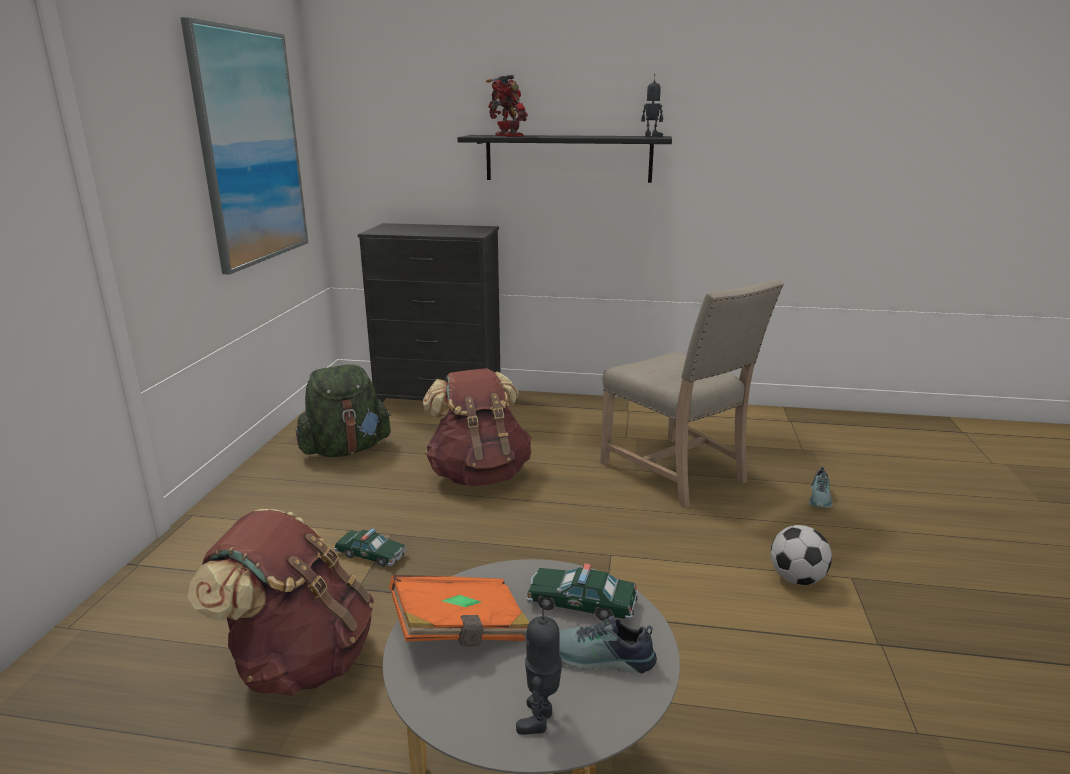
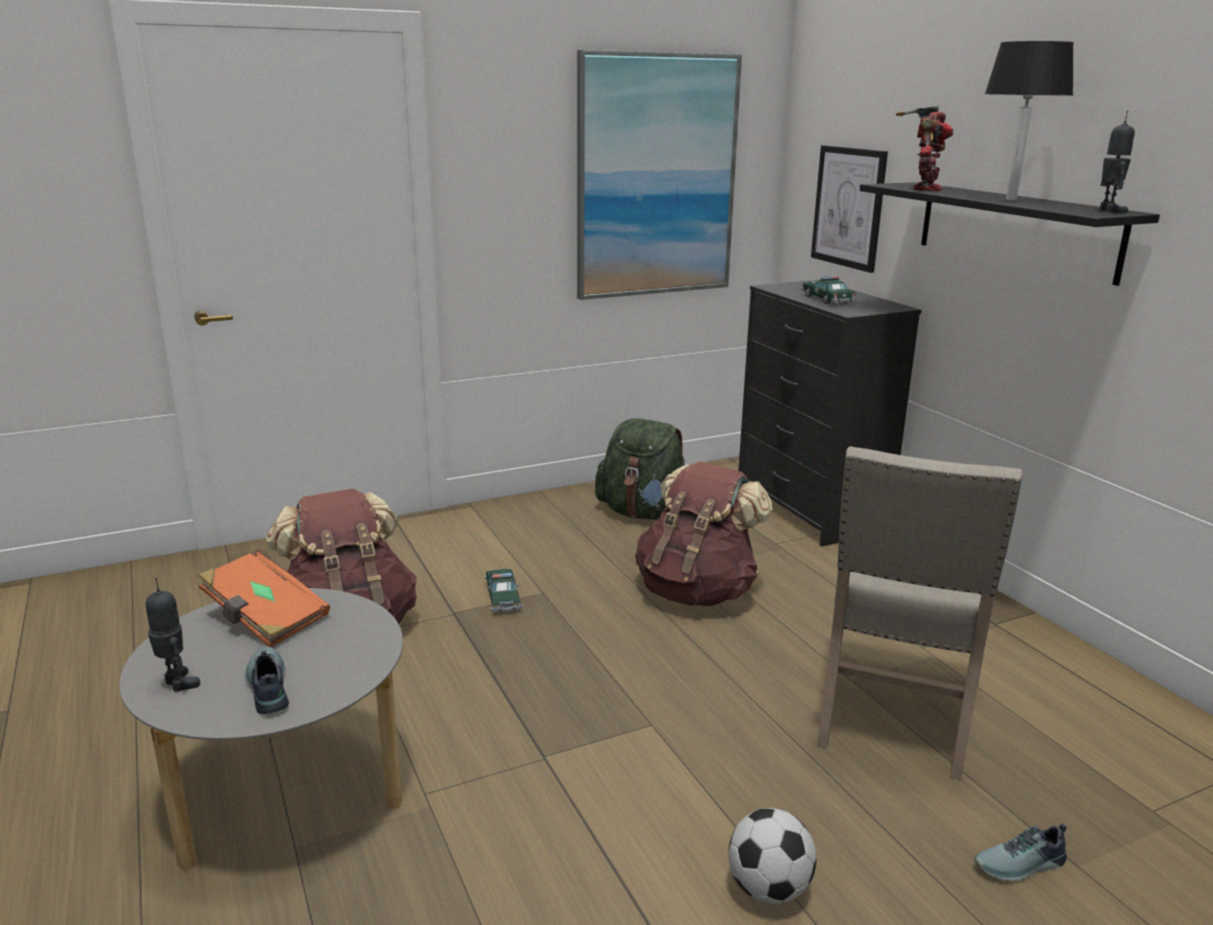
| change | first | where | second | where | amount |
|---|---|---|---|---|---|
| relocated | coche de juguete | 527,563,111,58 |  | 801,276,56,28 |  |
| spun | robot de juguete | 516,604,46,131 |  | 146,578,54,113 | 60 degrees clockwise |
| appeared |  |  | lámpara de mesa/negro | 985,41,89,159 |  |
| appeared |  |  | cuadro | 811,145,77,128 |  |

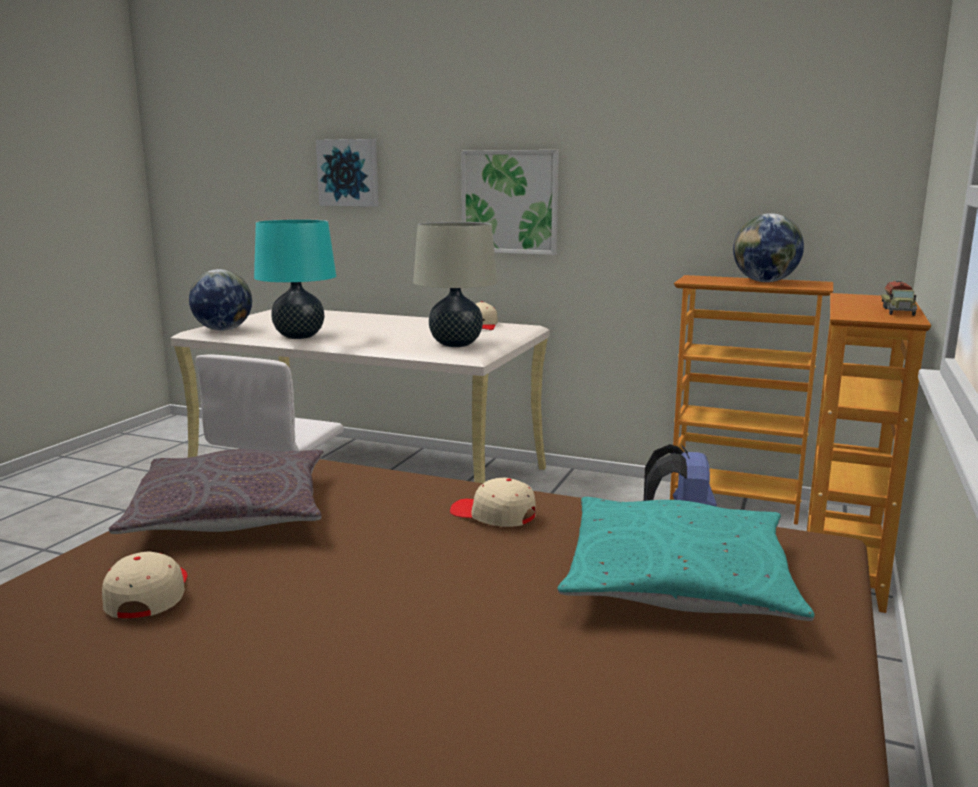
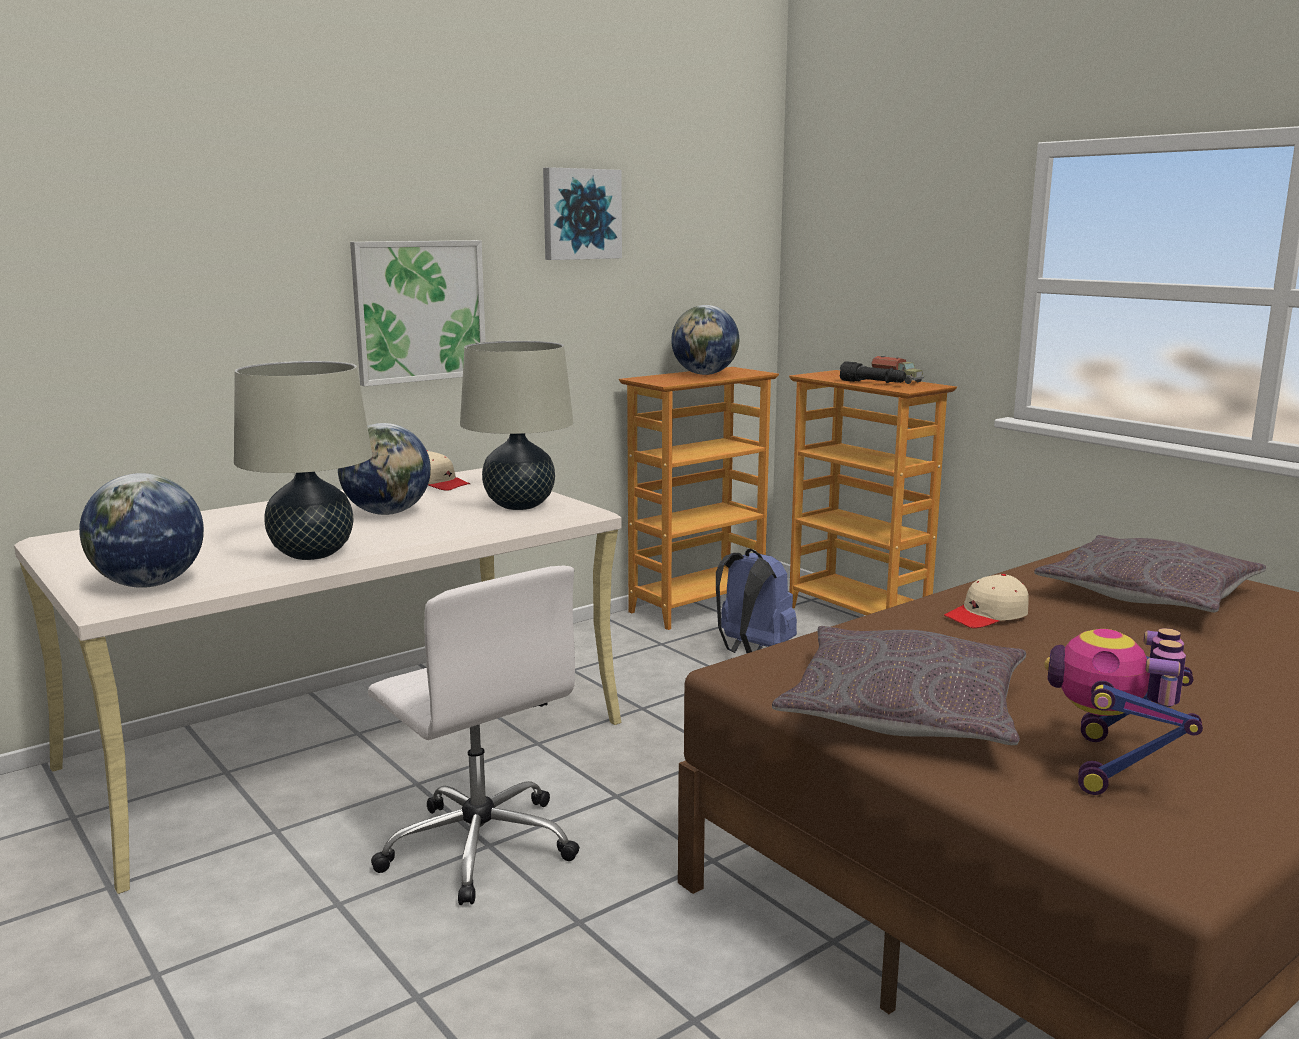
| change | first | where | second | where | amount |
|---|---|---|---|---|---|
| relocated | cuadro | 316,139,62,68 |  | 543,167,79,93 |  |
| colour | lámpara de mesa/turquesa | 254,219,82,120 | lámpara de mesa/beis | 234,361,138,199 |  |
| colour | cojín/turquesa | 558,497,256,124 | cojín/gris | 1034,535,232,77 |  |
| exchanged | gorra/beis | 102,552,85,66 | robot de juguete | 1044,628,159,167 |  |
| appeared |  |  | linterna/negro | 839,361,67,22 |  |
| appeared |  |  | globo terráqueo | 338,423,93,92 |  |

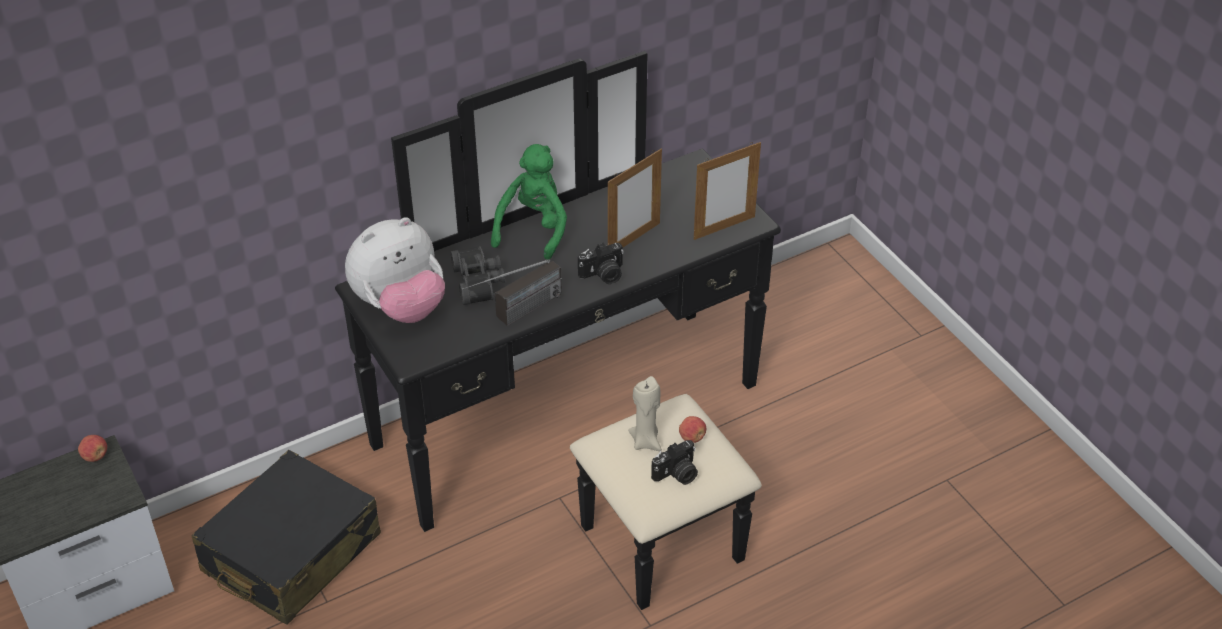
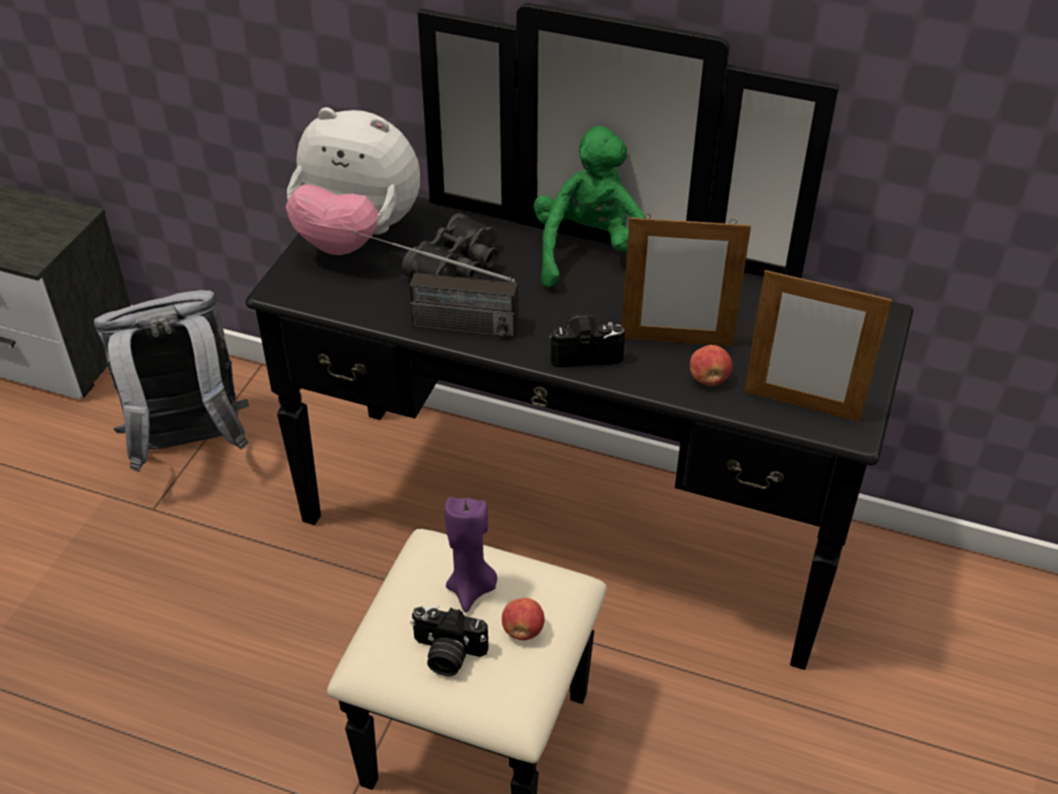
| change | first | where | second | where | amount |
|---|---|---|---|---|---|
| spun | peluche/verde | 491,144,76,116 |  | 534,126,112,162 | 60 degrees counterclockwise |
| spun | cámara | 578,243,46,41 |  | 550,313,75,54 | 150 degrees clockwise |
| colour | vela/beis | 628,376,34,75 | vela/morado | 444,497,53,115 |  |
| relocated | manzana | 78,435,29,27 |  | 690,345,42,41 |  |
| exchanged | maleta/negro | 191,450,190,175 | mochila/gris | 94,290,155,182 |  |

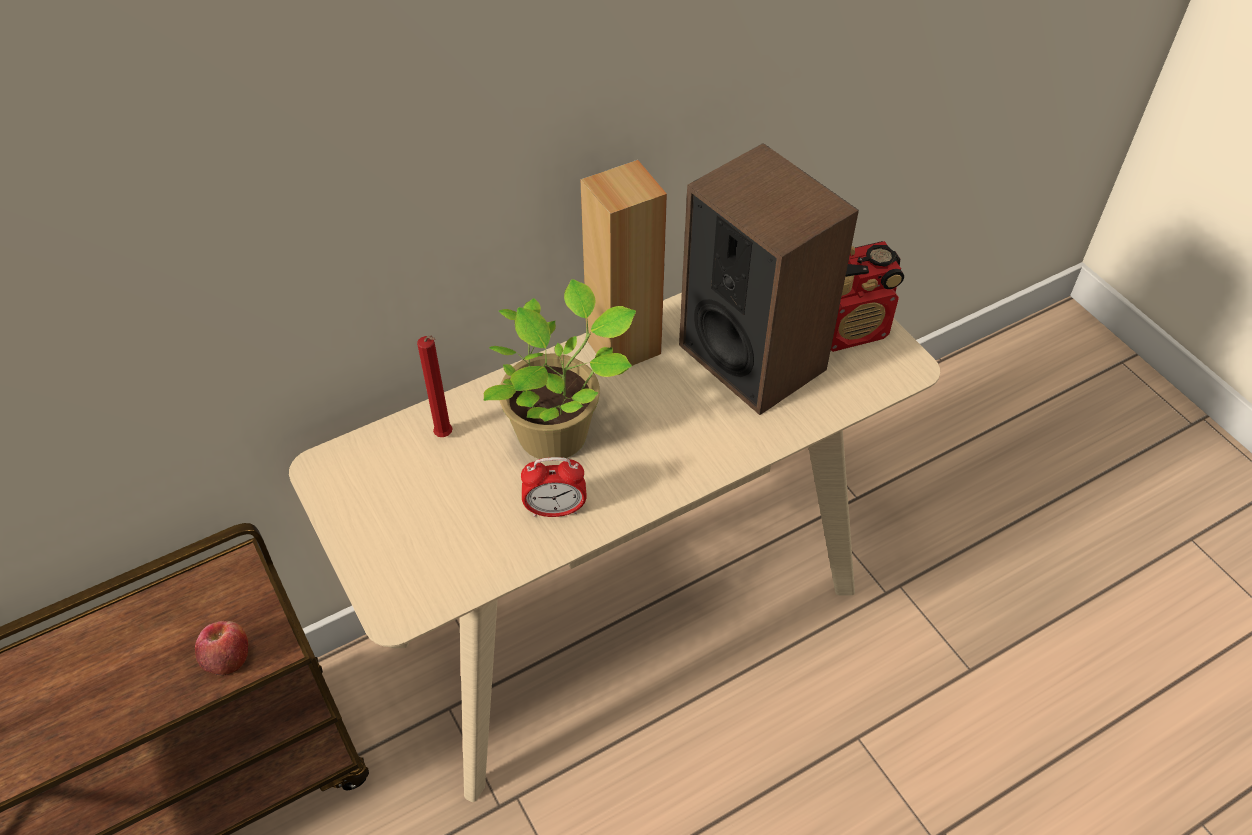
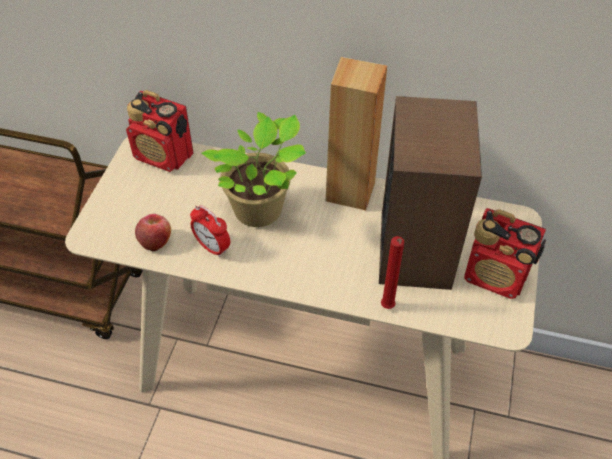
| change | first | where | second | where | amount |
|---|---|---|---|---|---|
| relocated | vela/rojo | 417,335,36,102 |  | 381,236,23,73 |  |
| relocated | manzana | 195,621,53,55 |  | 135,214,36,37 |  |
| appeared |  |  | radio | 126,90,67,82 |  |

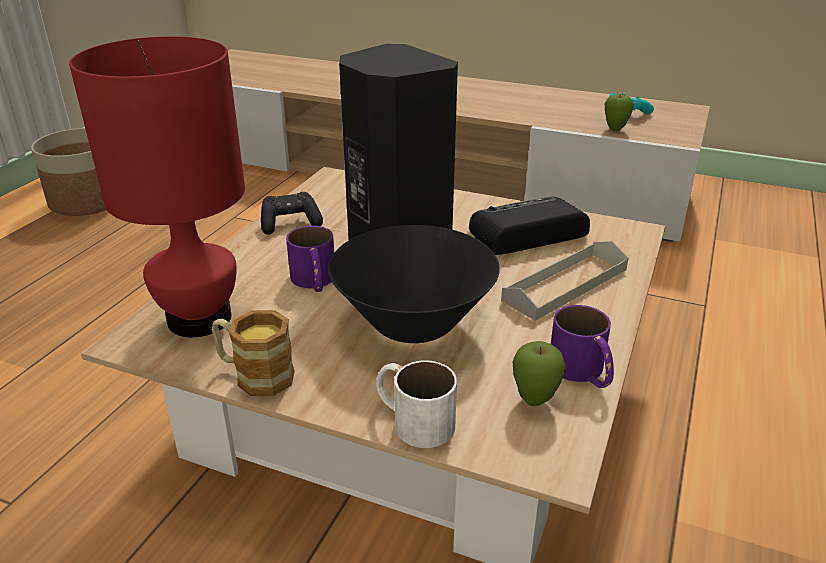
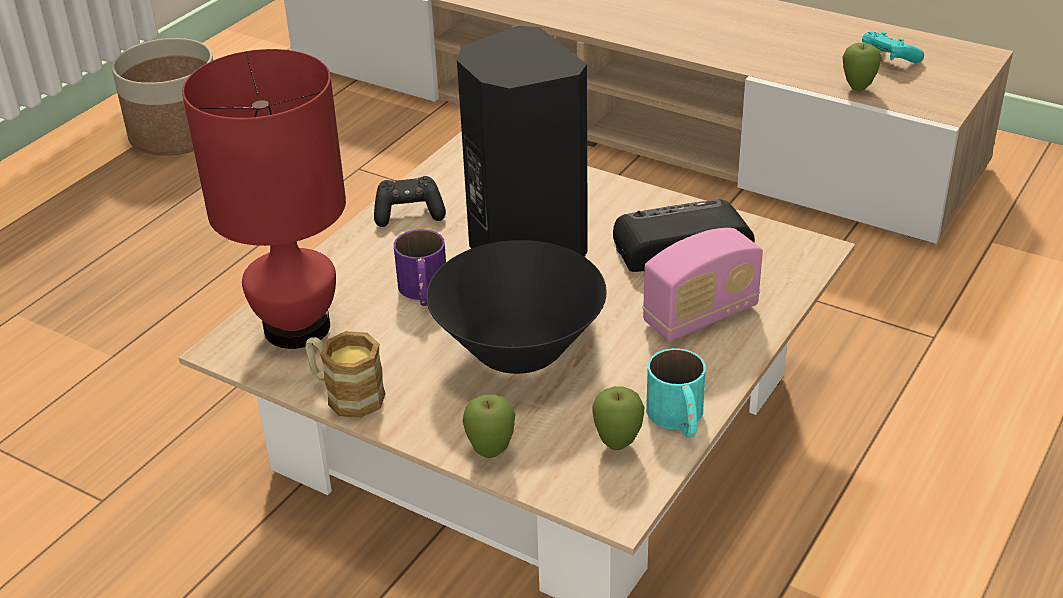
| change | first | where | second | where | amount |
|---|---|---|---|---|---|
| exchanged | bandeja/gris | 501,241,128,80 | radio | 642,228,121,113 |  |
| colour | taza grande/morado | 551,305,63,83 | taza grande/turquesa | 646,348,60,90 |  |
| exchanged | taza grande/blanco | 376,360,81,88 | manzana | 463,394,52,64 |  |

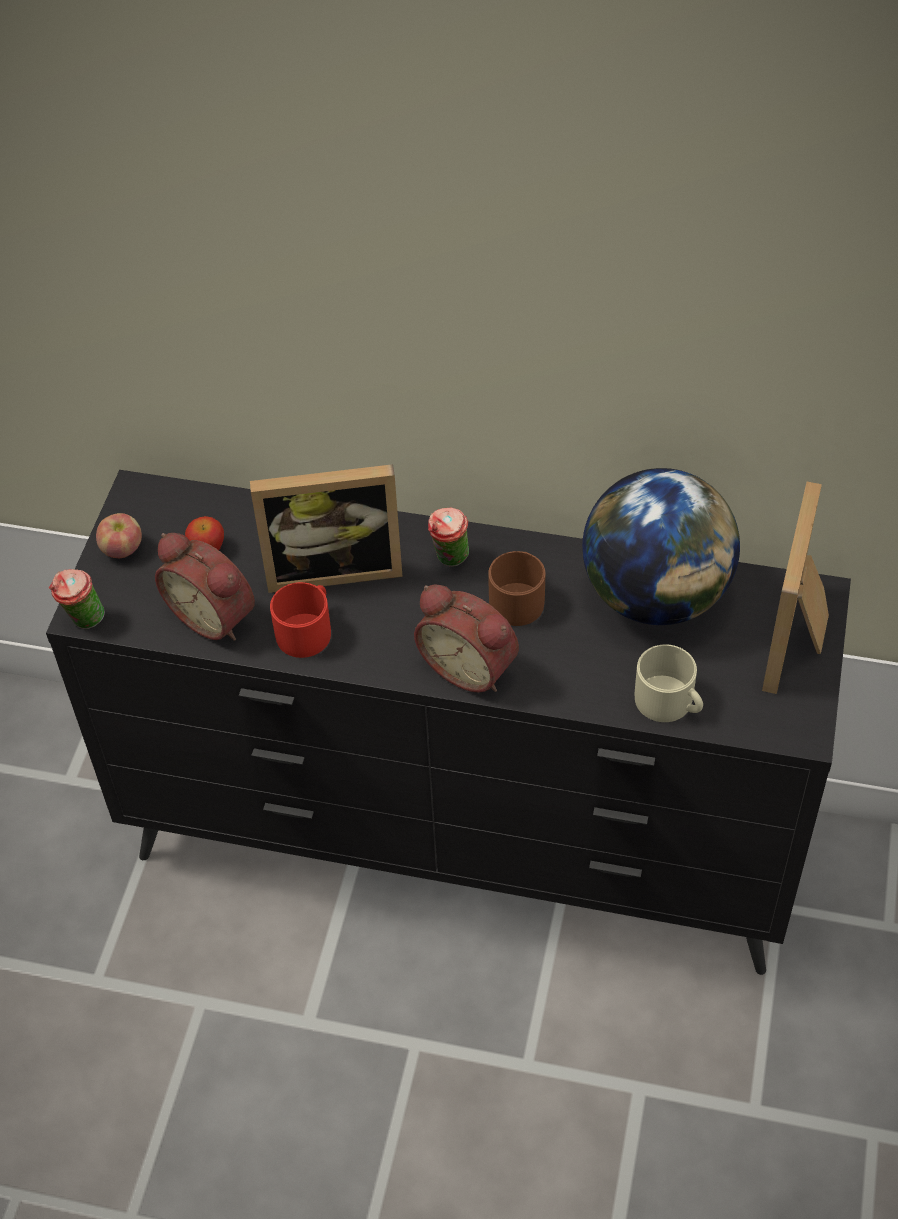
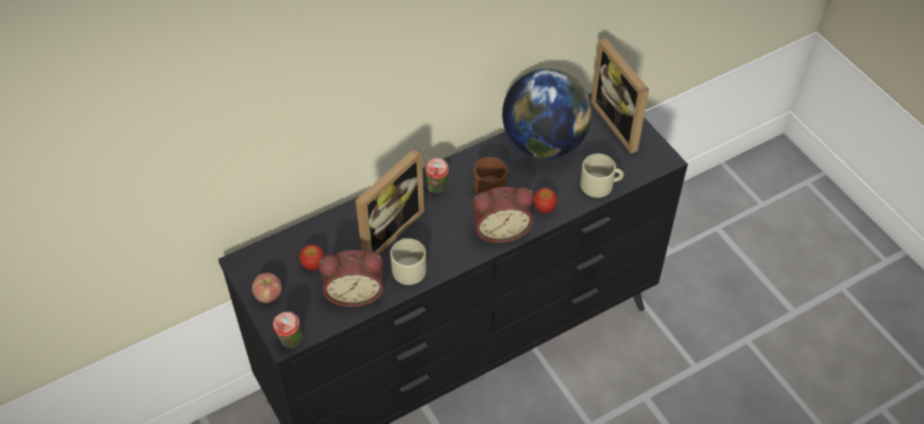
| change | first | where | second | where | amount |
|---|---|---|---|---|---|
| colour | taza grande/rojo | 270,582,61,76 | taza grande/beis | 390,238,37,47 |  |
| appeared |  |  | manzana | 533,188,24,25 |  |

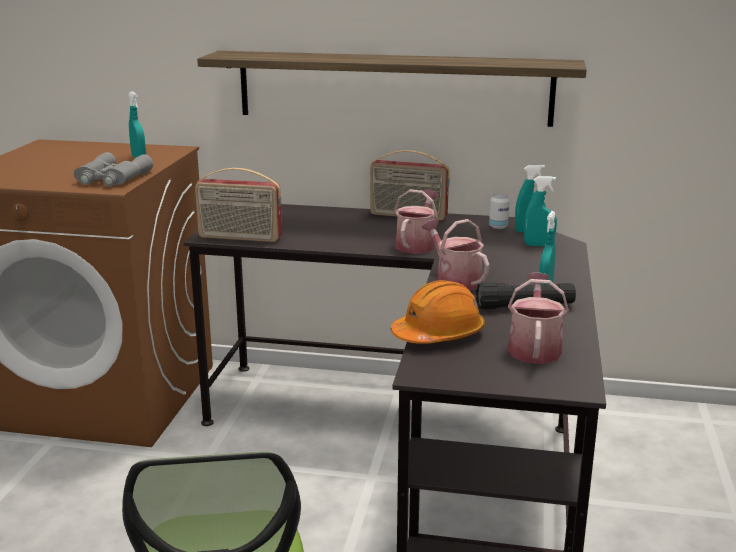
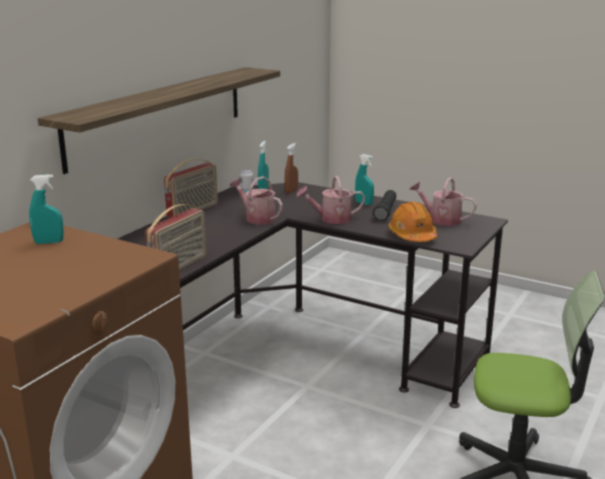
| change | first | where | second | where | amount |
|---|---|---|---|---|---|
| missing | prismáticos/gris | 74,152,79,35 |  |  |  |
| colour | pulverizador/turquesa | 524,176,33,71 | pulverizador/marrón | 285,143,13,51 |  |

